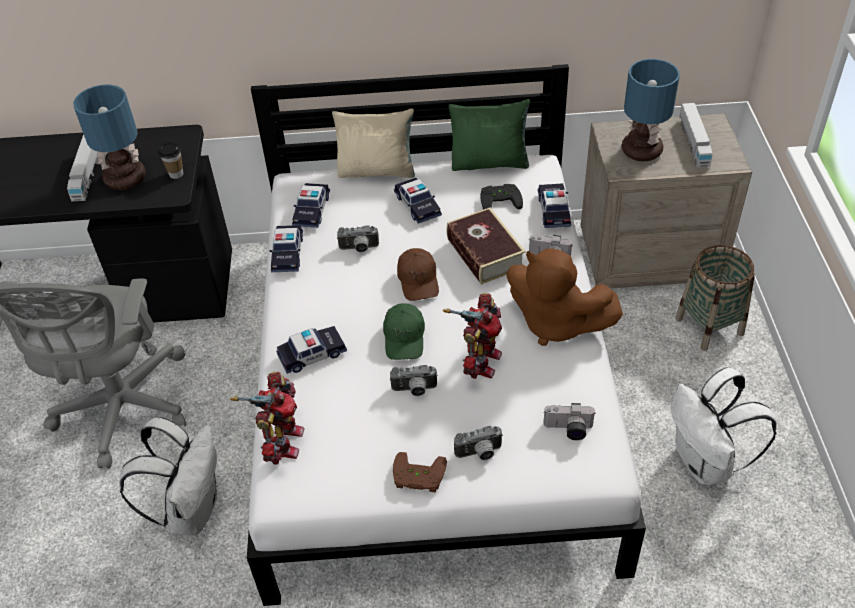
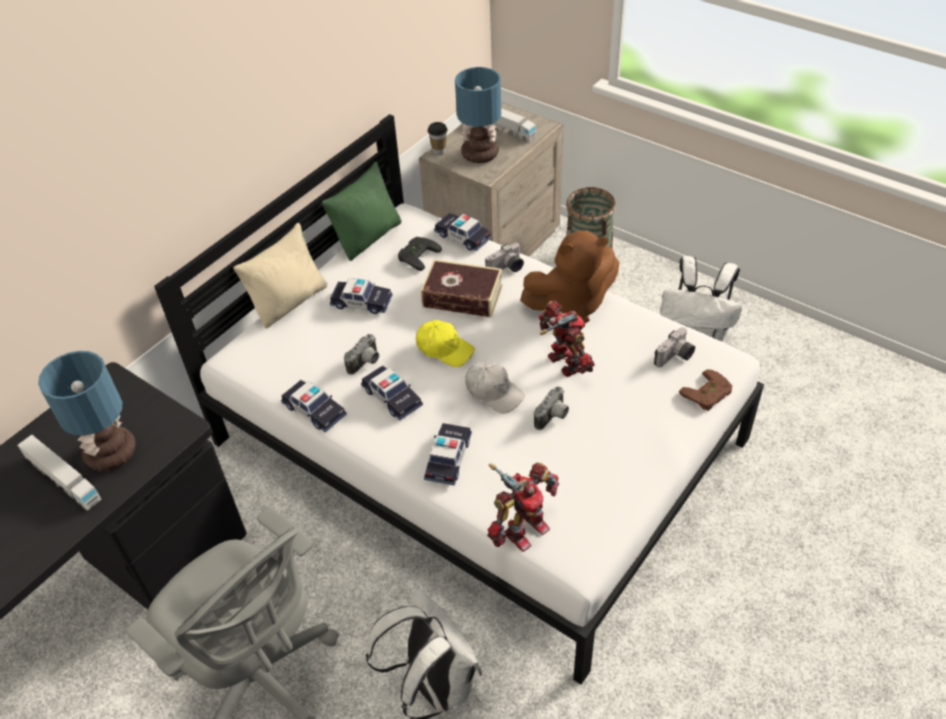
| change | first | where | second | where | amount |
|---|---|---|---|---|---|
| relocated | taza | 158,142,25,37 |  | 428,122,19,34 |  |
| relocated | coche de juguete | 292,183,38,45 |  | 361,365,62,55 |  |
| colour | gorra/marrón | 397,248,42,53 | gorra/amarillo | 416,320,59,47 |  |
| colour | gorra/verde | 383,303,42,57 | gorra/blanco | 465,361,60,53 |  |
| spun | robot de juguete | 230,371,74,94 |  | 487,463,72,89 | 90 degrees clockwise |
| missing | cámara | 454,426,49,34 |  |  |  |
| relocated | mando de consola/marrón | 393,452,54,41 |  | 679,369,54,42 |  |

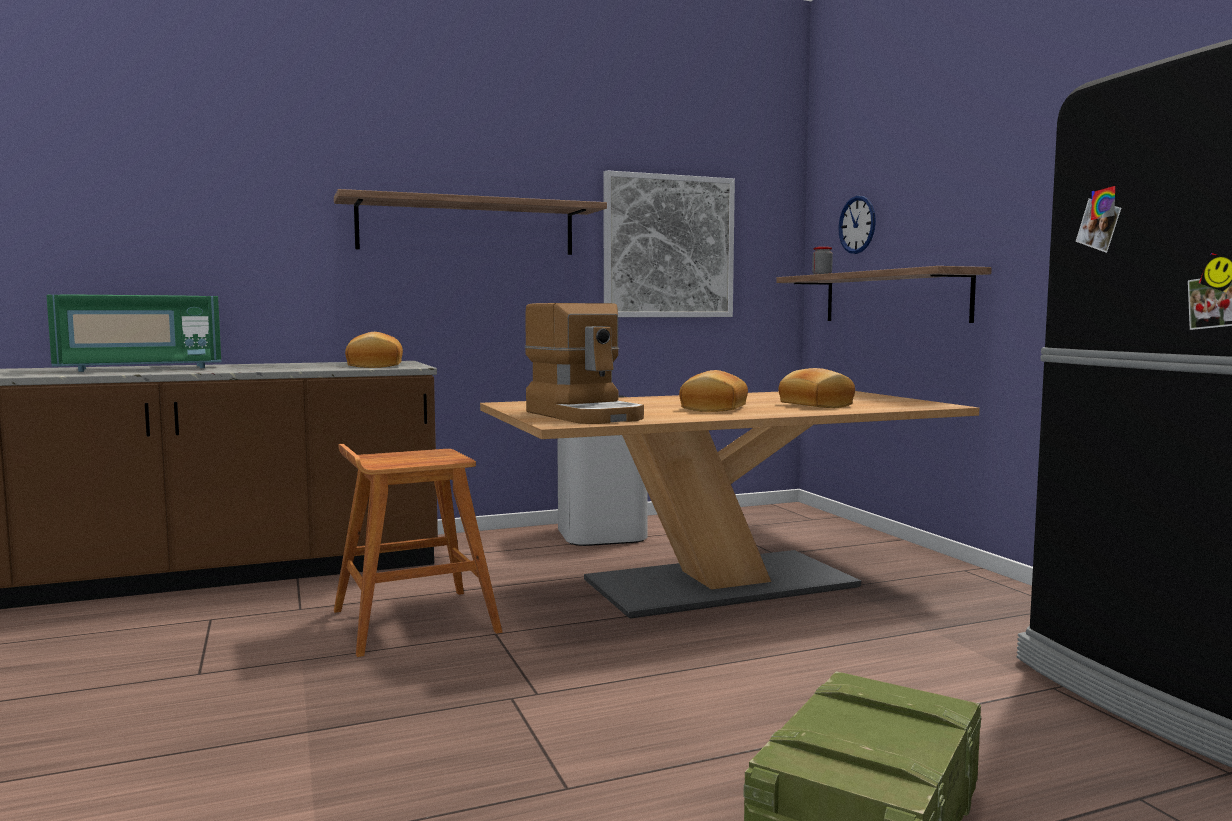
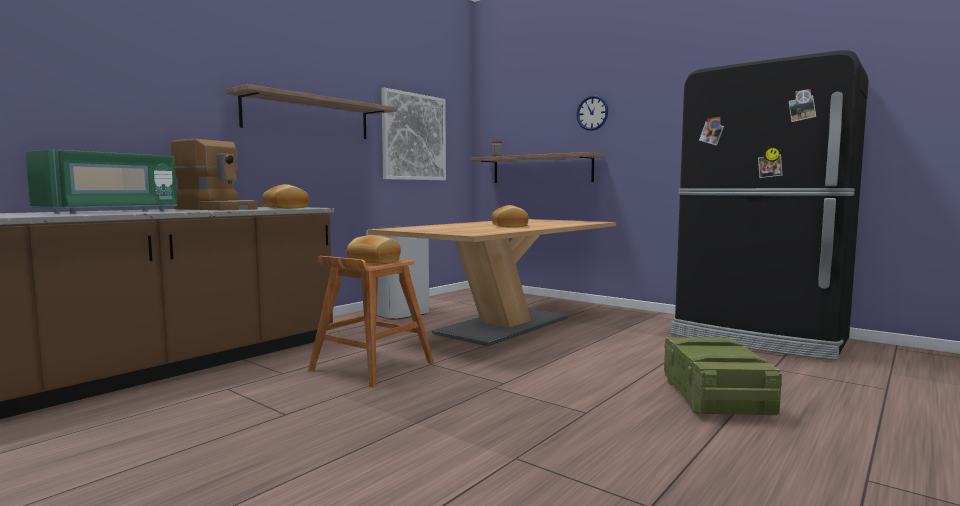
| change | first | where | second | where | amount |
|---|---|---|---|---|---|
| relocated | reloj de pared | 838,196,38,58 |  | 576,95,32,36 |  |
| relocated | cafetera | 525,303,119,121 |  | 171,139,86,71 |  |
| relocated | pan | 779,368,76,40 |  | 347,235,54,29 |  |

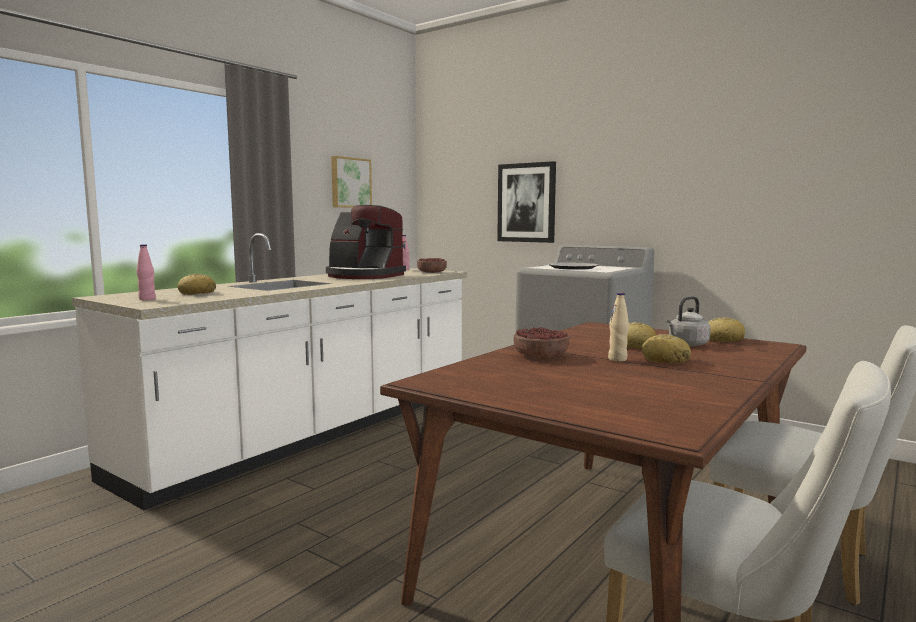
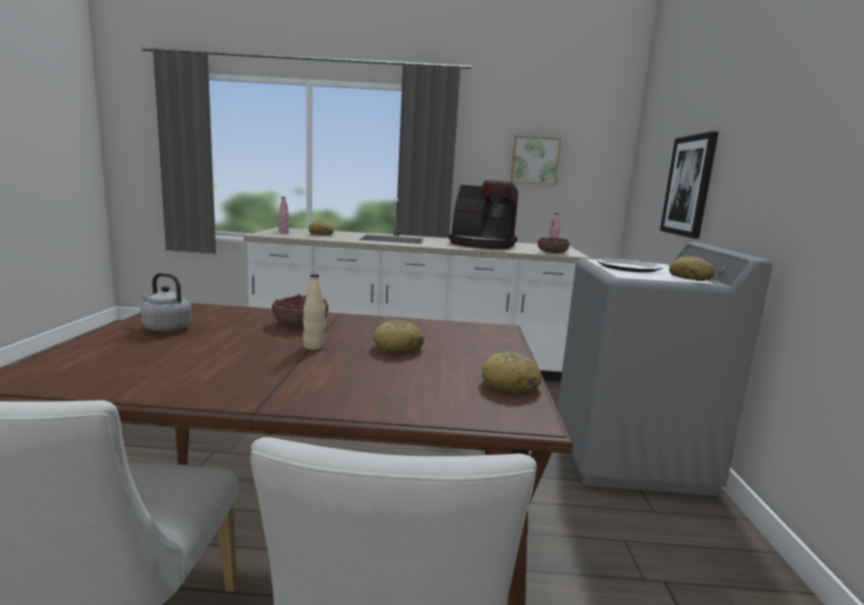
| change | first | where | second | where | amount |
|---|---|---|---|---|---|
| spun | cafetera | 326,205,80,74 |  | 449,180,69,69 | 60 degrees counterclockwise |
| relocated | hervidor/gris | 666,296,45,50 |  | 140,273,52,59 |  |
| relocated | pan | 642,334,49,29 |  | 669,256,46,25 |  |

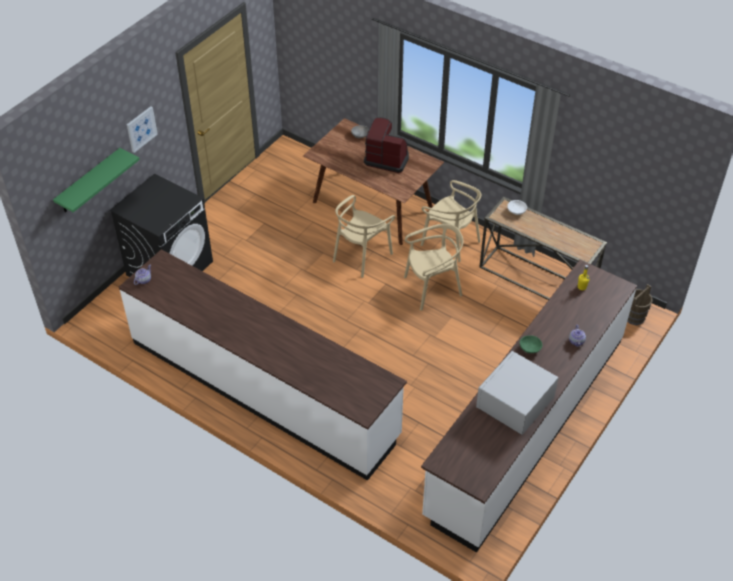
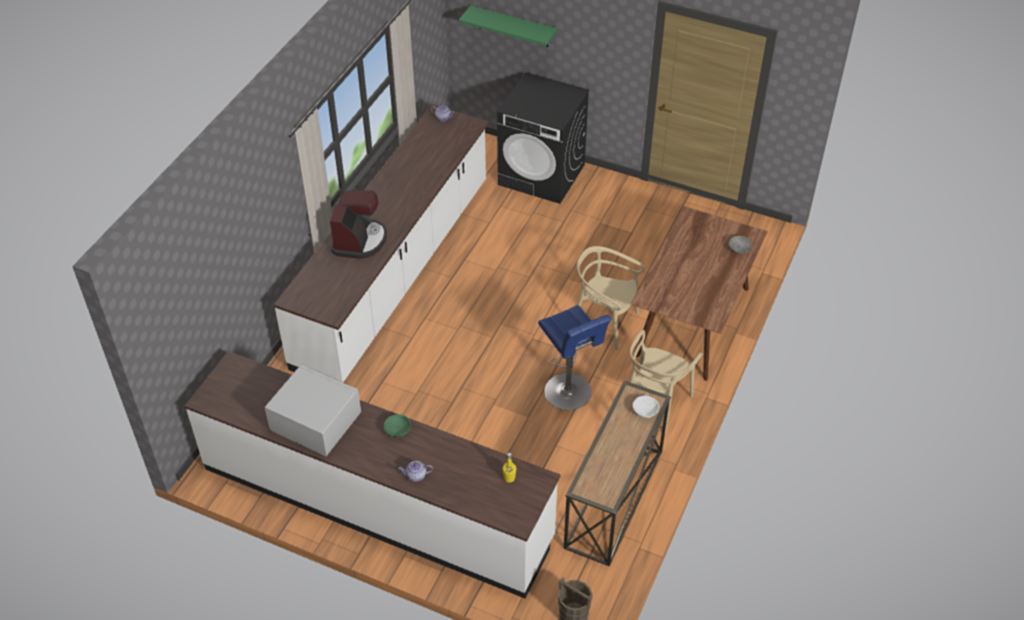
| change | first | where | second | where | amount |
|---|---|---|---|---|---|
| missing | cuadro | 127,106,31,47 |  |  |  |
| relocated | cafetera | 364,117,45,56 |  | 330,190,57,69 |  |
| exchanged | silla/beis | 404,224,60,87 | taburete/azul | 538,305,73,105 |  |

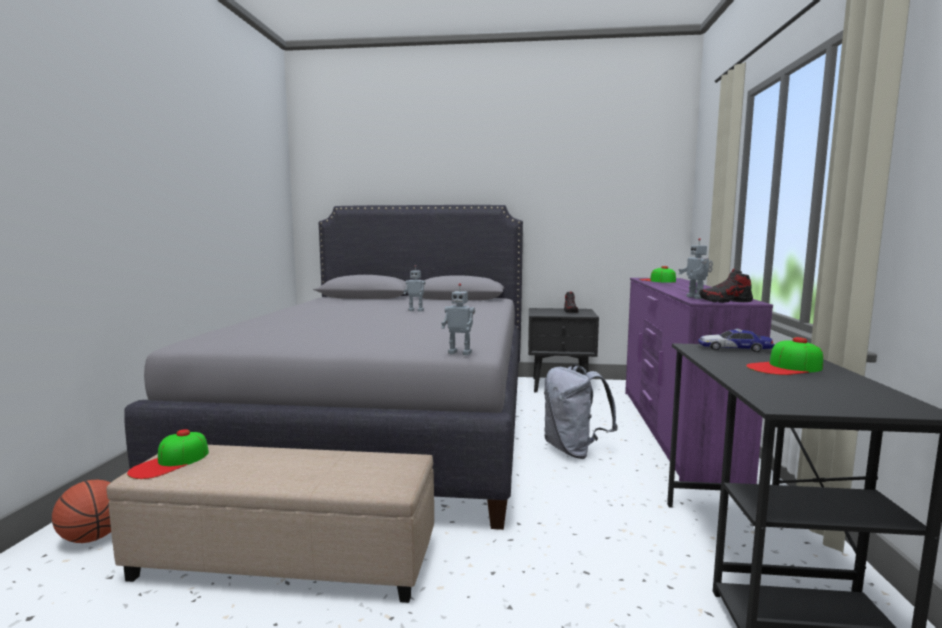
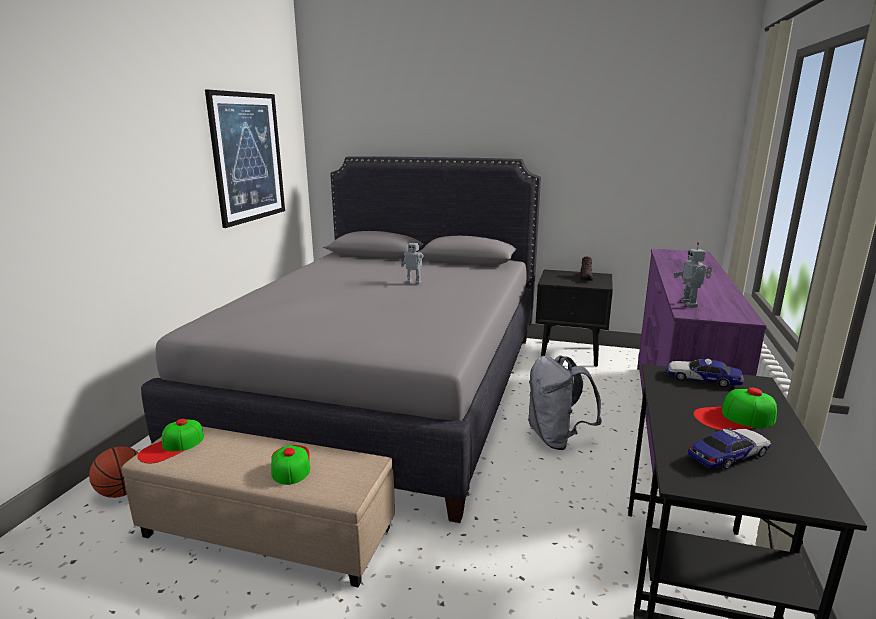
| change | first | where | second | where | amount |
|---|---|---|---|---|---|
| relocated | gorra | 639,266,37,17 |  | 271,445,39,40 |  |
| missing | zapato | 699,269,54,34 |  |  |  |
| missing | robot de juguete | 441,283,34,72 |  |  |  |
| appeared |  |  | cuadro | 205,90,80,138 |  |
| appeared |  |  | coche de juguete | 688,428,83,42 |  |

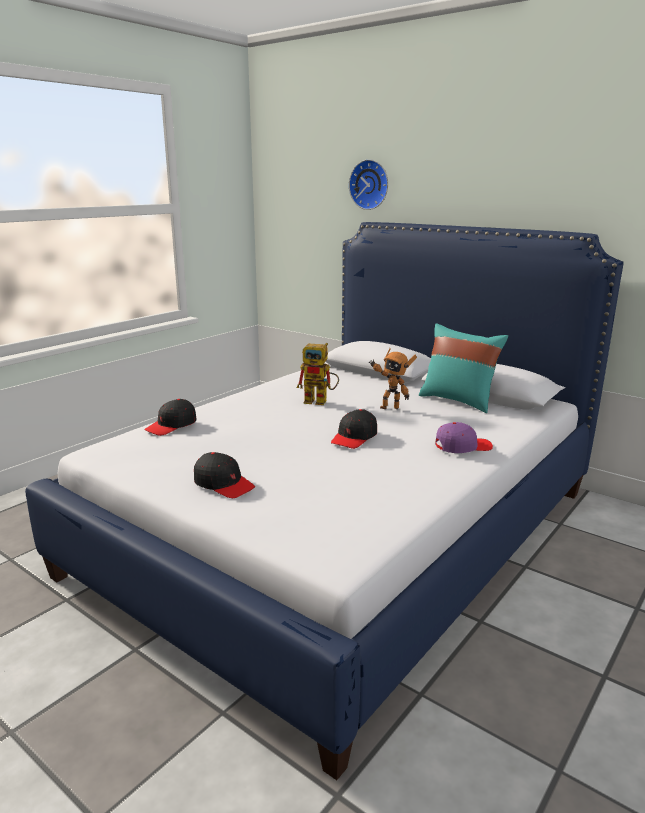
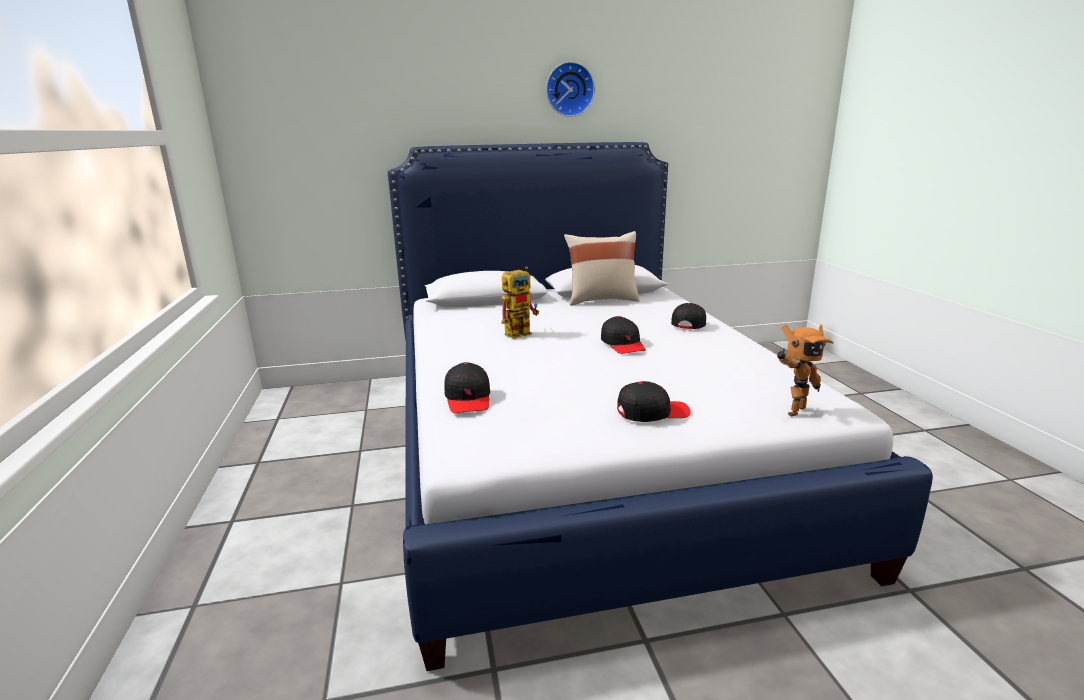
| change | first | where | second | where | amount |
|---|---|---|---|---|---|
| relocated | reloj de pared | 349,159,39,51 |  | 546,62,49,55 |  |
| colour | cojín/turquesa | 419,323,89,90 | cojín/beis | 564,231,76,75 |  |
| relocated | robot de juguete | 369,348,48,61 |  | 777,325,57,92 |  |
| colour | gorra/morado | 435,422,58,31 | gorra/negro | 671,303,35,26 |  |

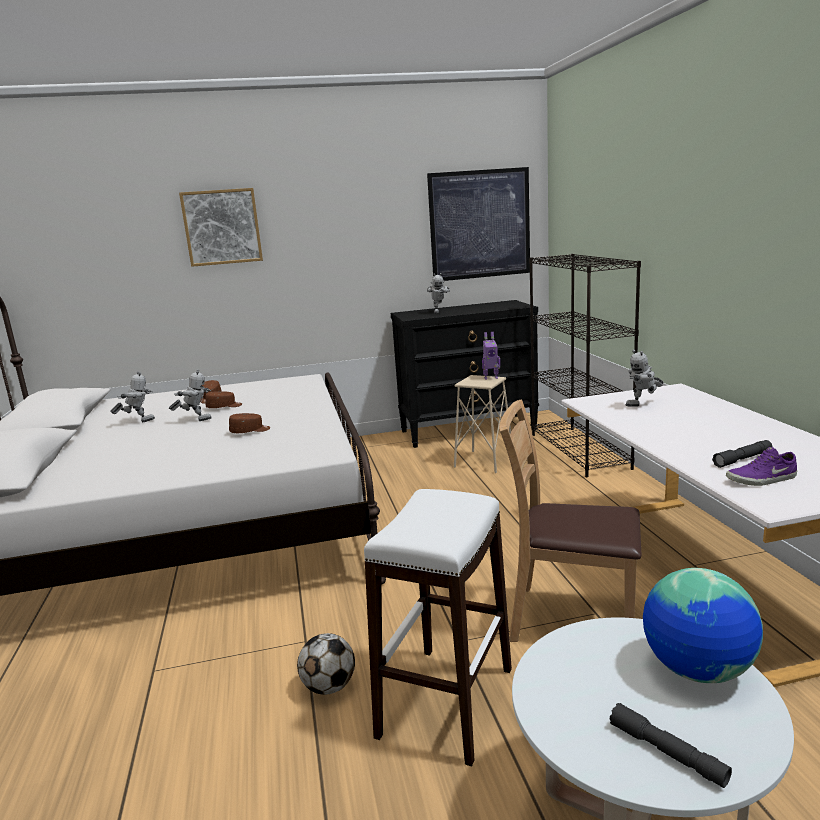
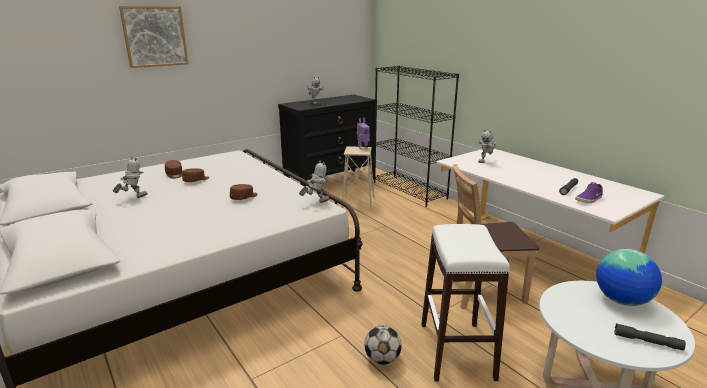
| change | first | where | second | where | amount |
|---|---|---|---|---|---|
| missing | cuadro | 427,167,103,114 |  |  |  |
| relocated | robot de juguete | 169,369,43,52 |  | 299,161,30,42 |  |

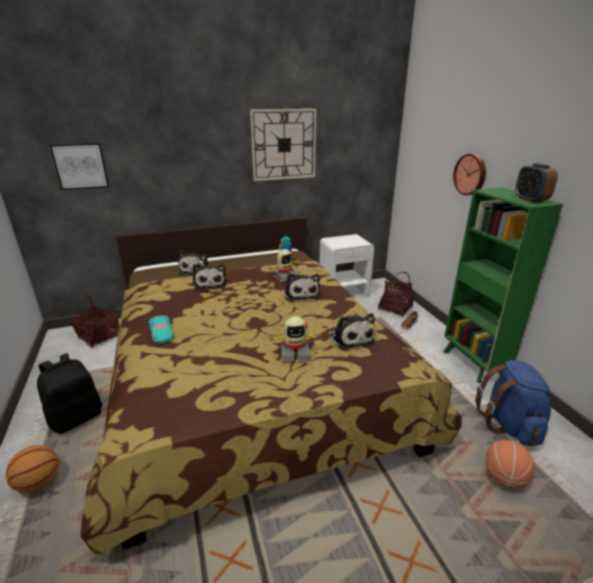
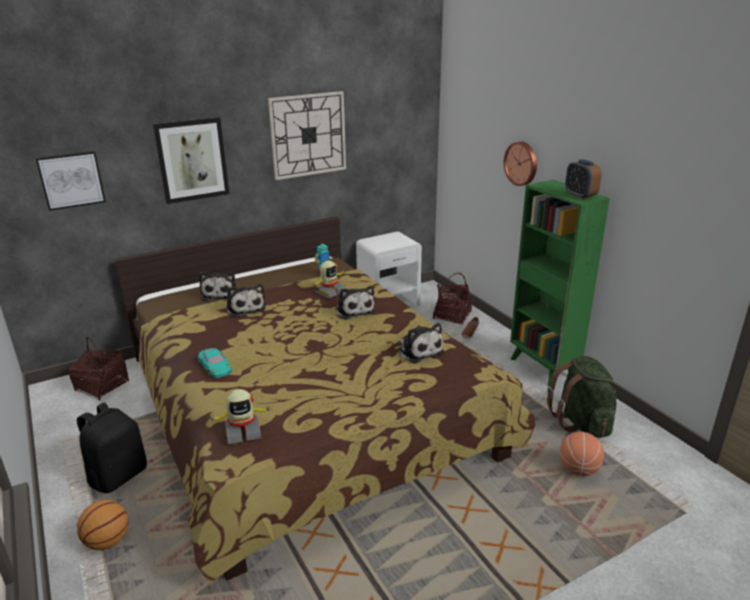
| change | first | where | second | where | amount |
|---|---|---|---|---|---|
| relocated | robot de juguete | 268,316,54,46 |  | 207,389,66,55 |  |
| colour | mochila/azul | 475,360,76,86 | mochila/verde | 547,356,69,82 |  |
| appeared |  |  | cuadro | 153,117,76,87 |  |

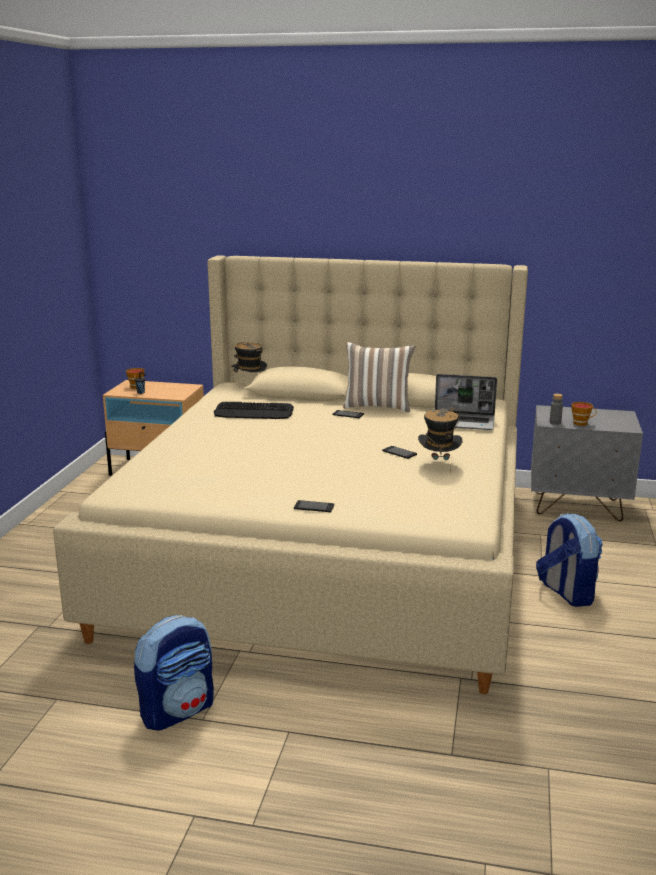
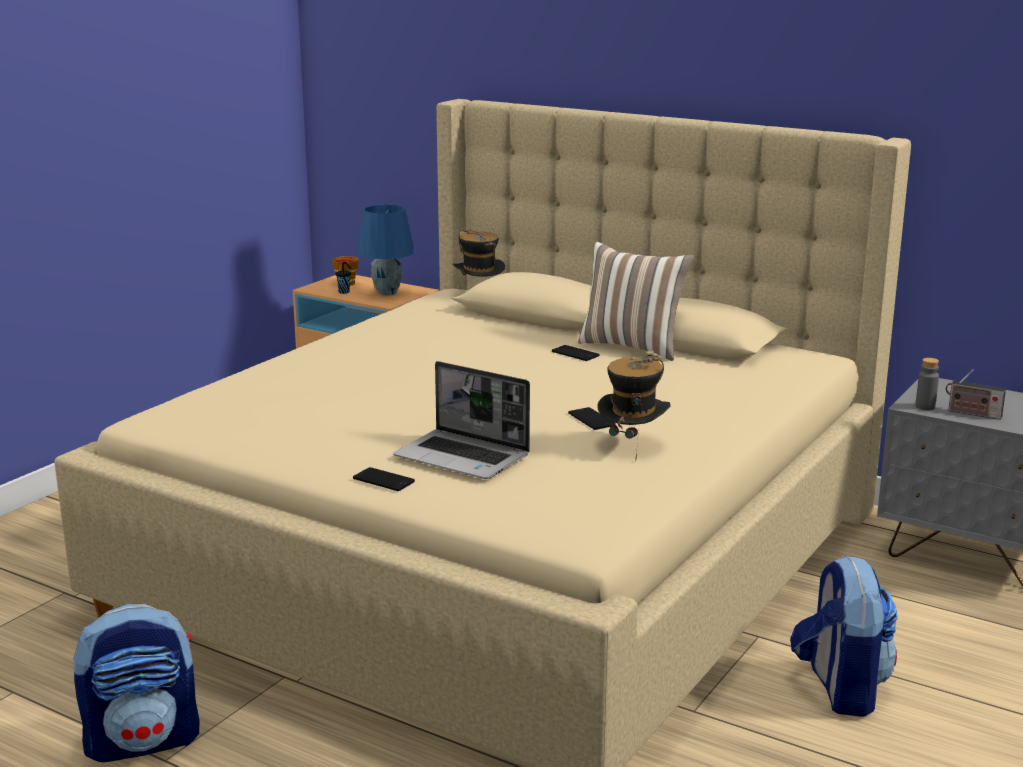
| change | first | where | second | where | amount |
|---|---|---|---|---|---|
| relocated | portátil | 435,374,62,56 |  | 393,361,137,118 |  |
| missing | teclado | 214,402,80,17 |  |  |  |
| exchanged | taza | 571,402,25,24 | radio | 946,369,60,51 |  |
| appeared |  |  | lámpara de mesa/azul | 357,205,58,91 |  |

